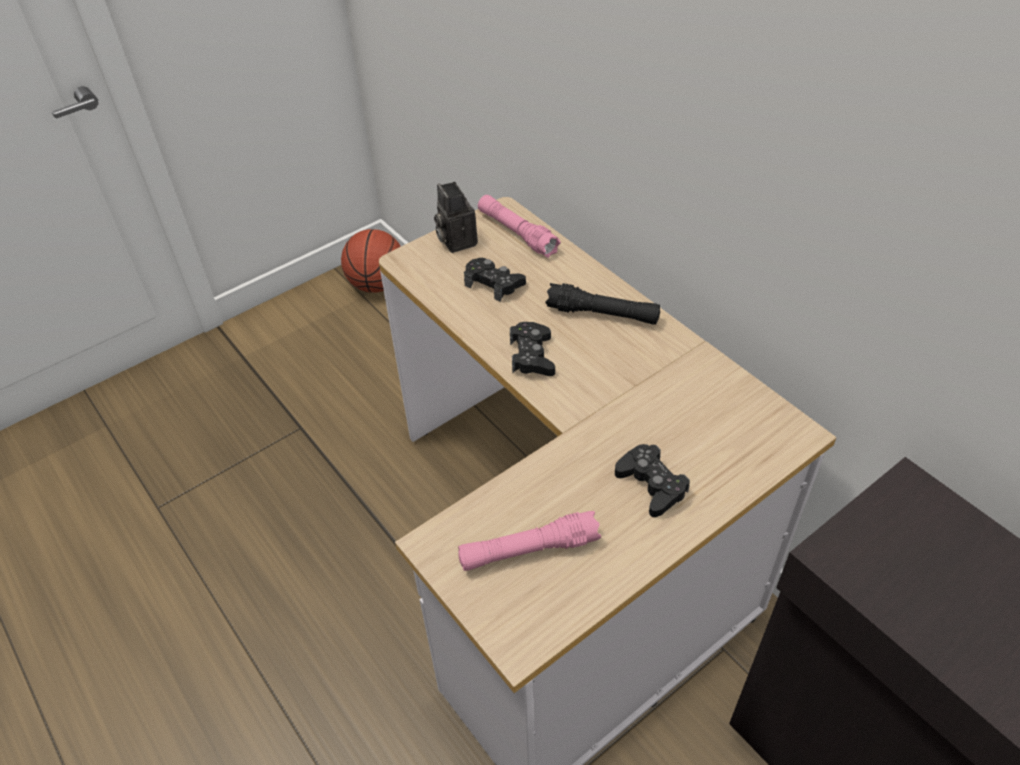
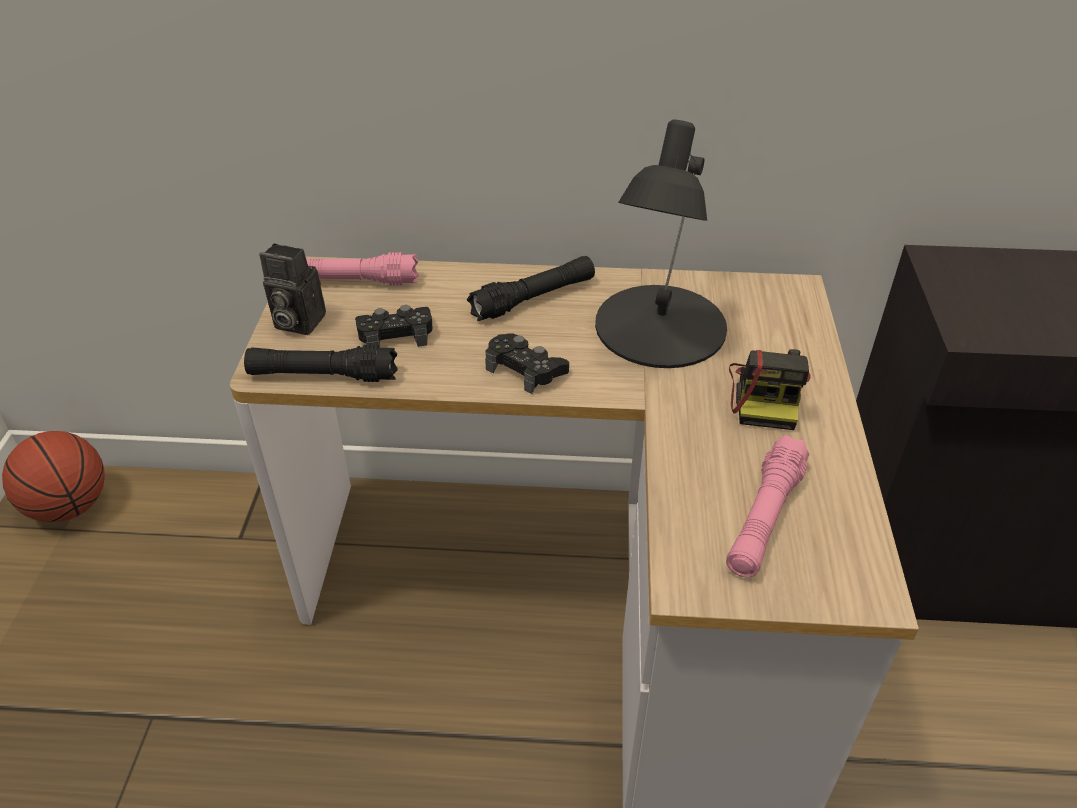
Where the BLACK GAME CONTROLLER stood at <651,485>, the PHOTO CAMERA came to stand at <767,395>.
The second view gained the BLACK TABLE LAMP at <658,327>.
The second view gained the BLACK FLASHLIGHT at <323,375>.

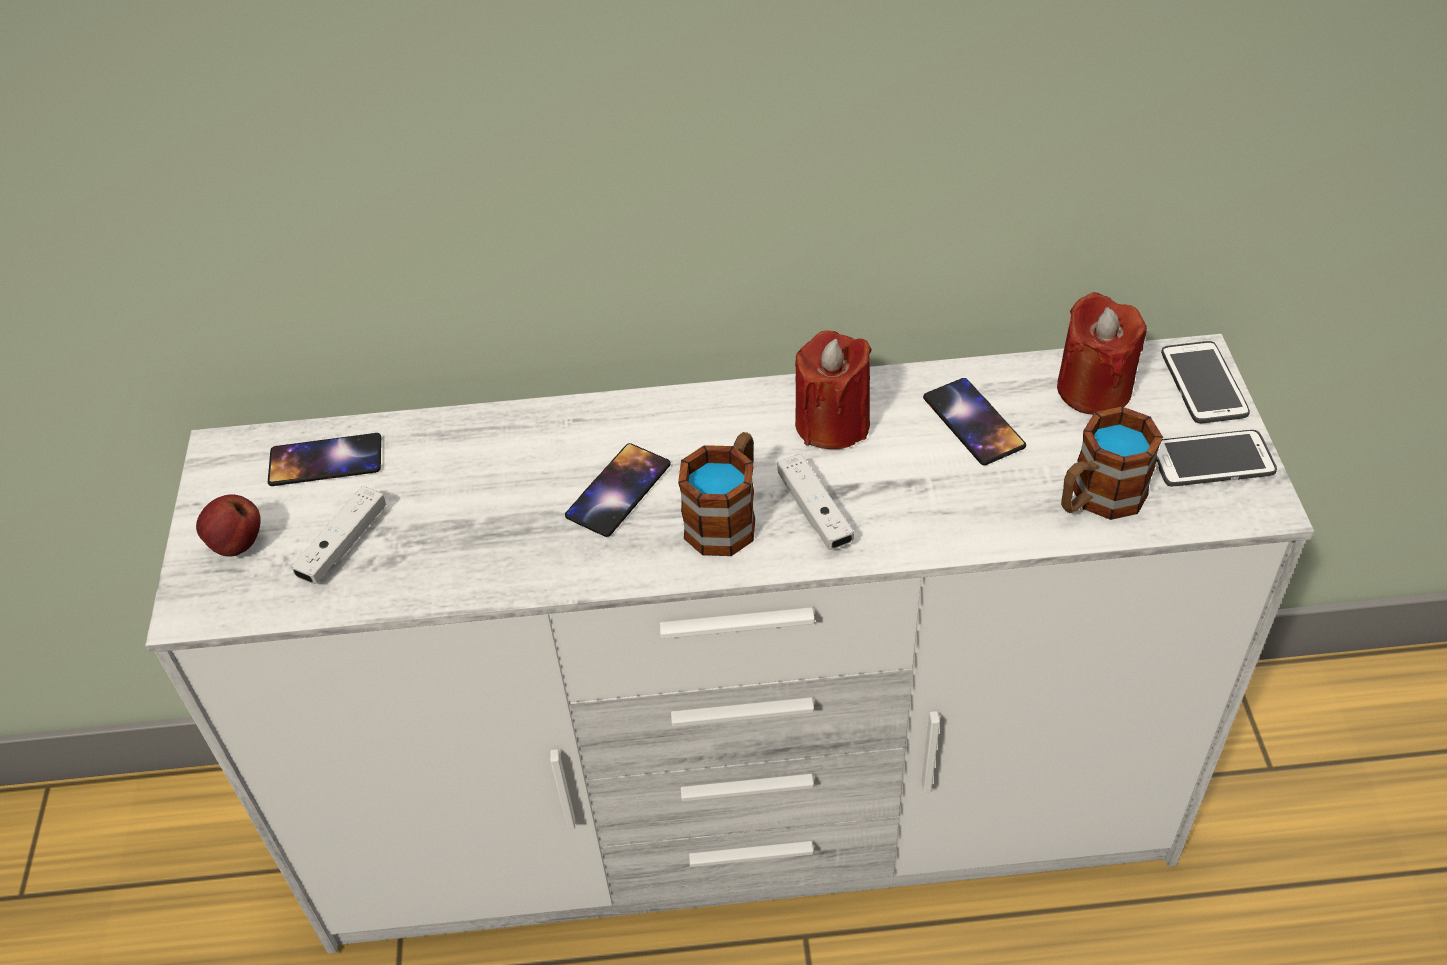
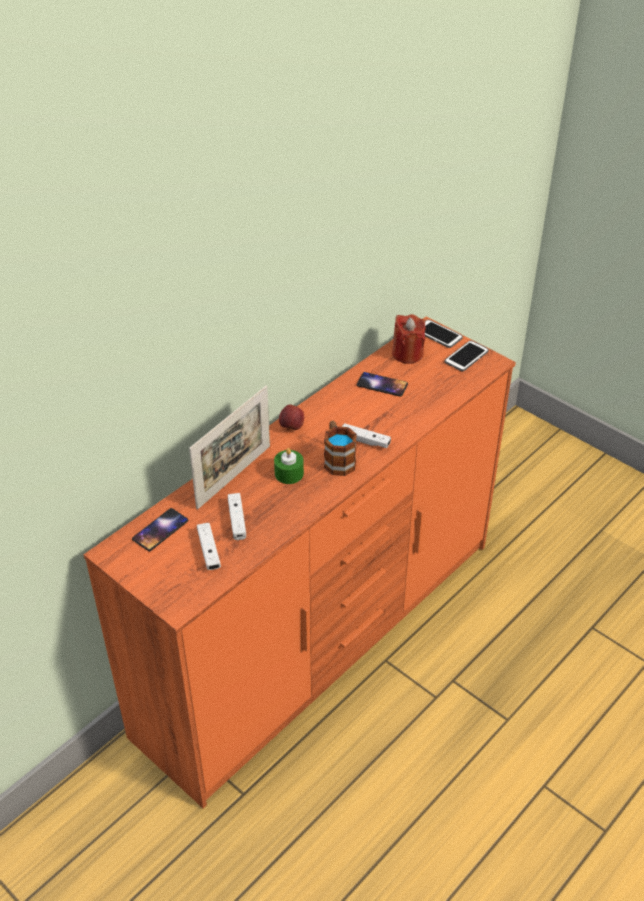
The second view lost the RED CANDLE at <832,423>.
What was the WHITE DRESSER at <748,819> turned into the ORANGE DRESSER at <322,636>.
The second view lost the MUG at <1097,499>.
Where the PHONE stood at <618,490>, the GREEN CANDLE came to stand at <289,473>.
The APPLE ended up elsewhere, having gone from <237,545> to <291,427>.
The second view gained the PICTURE FRAME at <234,476>.
The second view gained the WHITE GAME CONTROLLER at <237,520>.

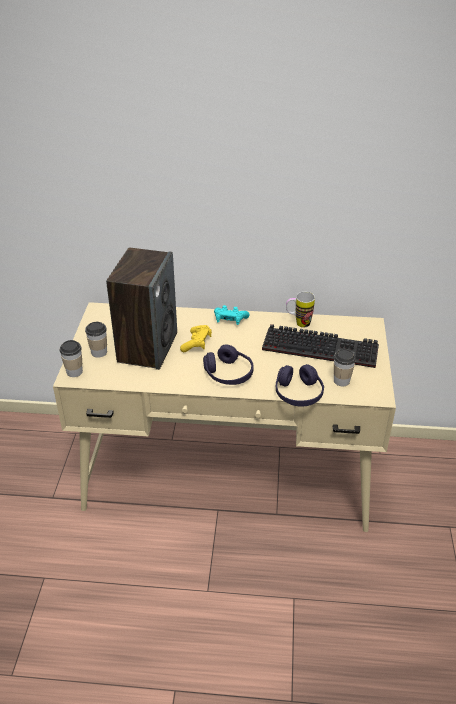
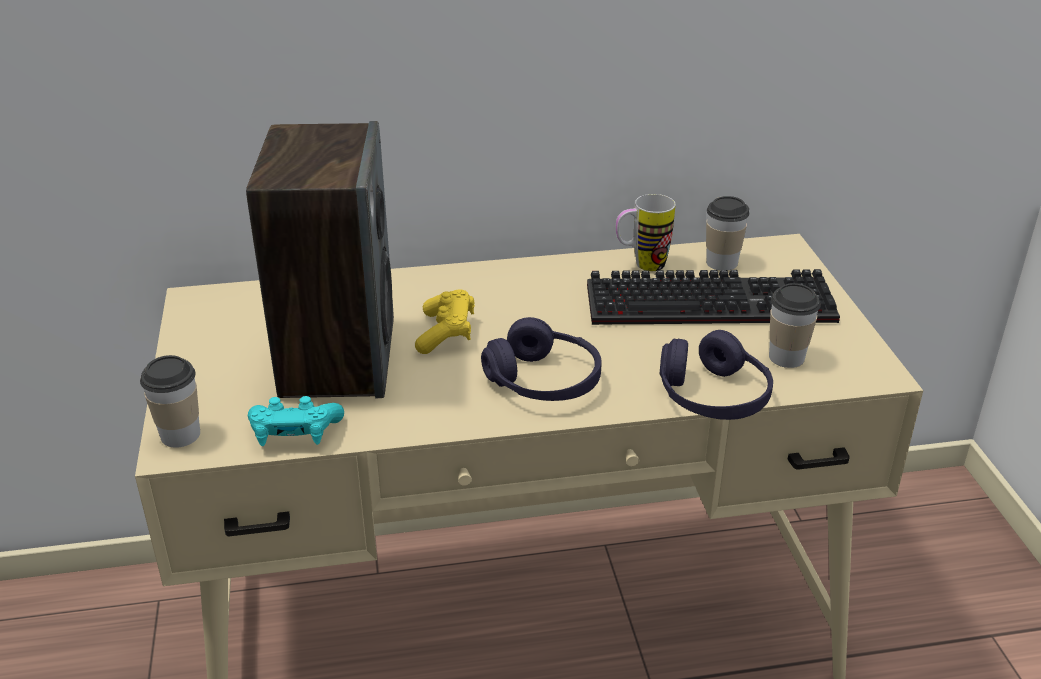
The TURQUOISE GAME CONTROLLER ended up elsewhere, having gone from <230,320> to <294,434>.
The CUP ended up elsewhere, having gone from <99,352> to <722,262>.

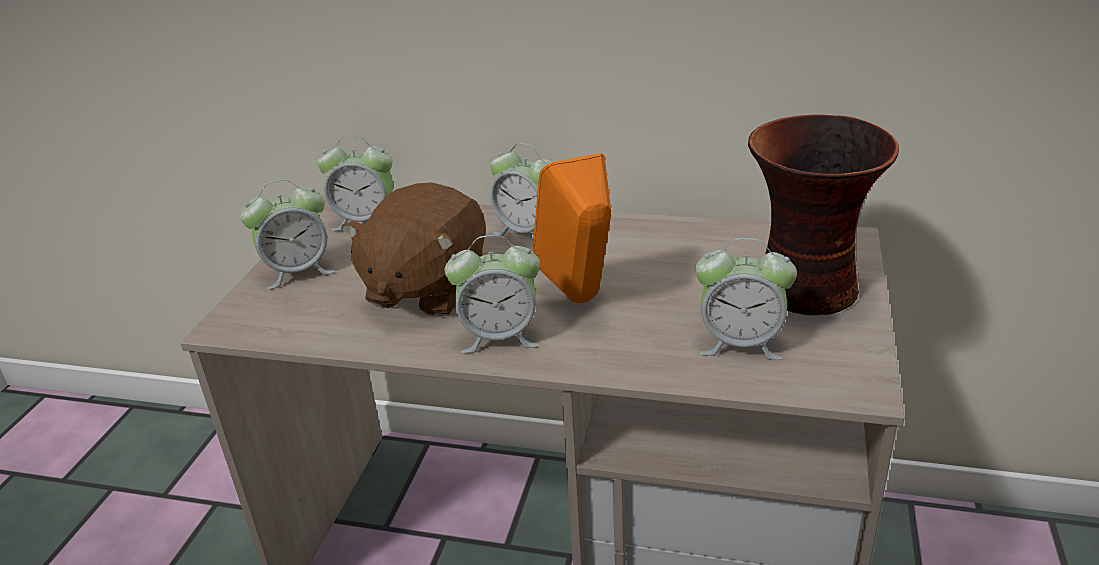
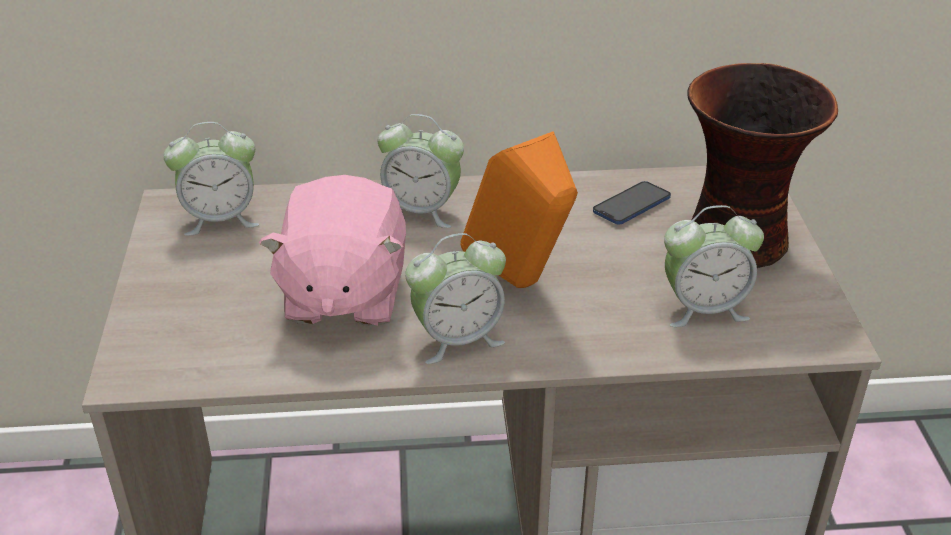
The second view lost the ALARM CLOCK at <298,272>.
What was the BROWN PLUSH TOY at <425,289> turned into the PINK PLUSH TOY at <343,294>.
The second view gained the PHONE at <631,205>.

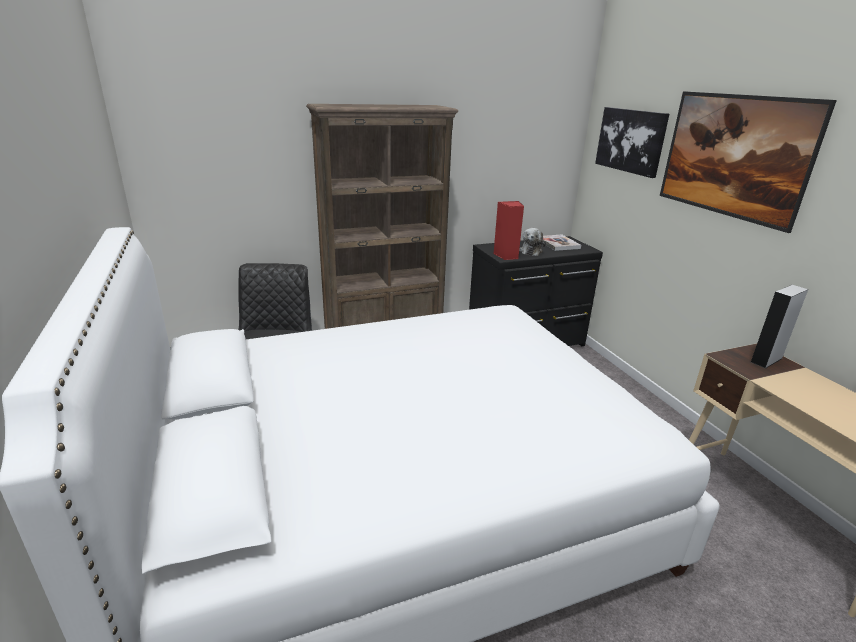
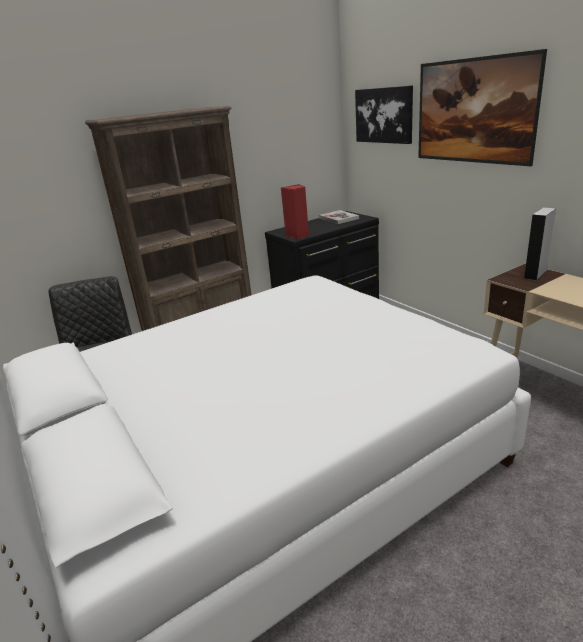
The second view lost the PLUSH TOY at <531,251>.

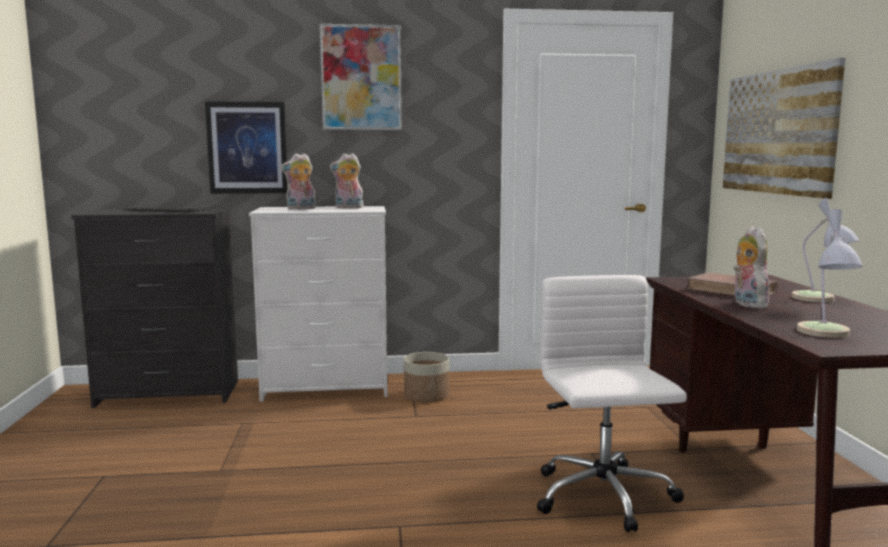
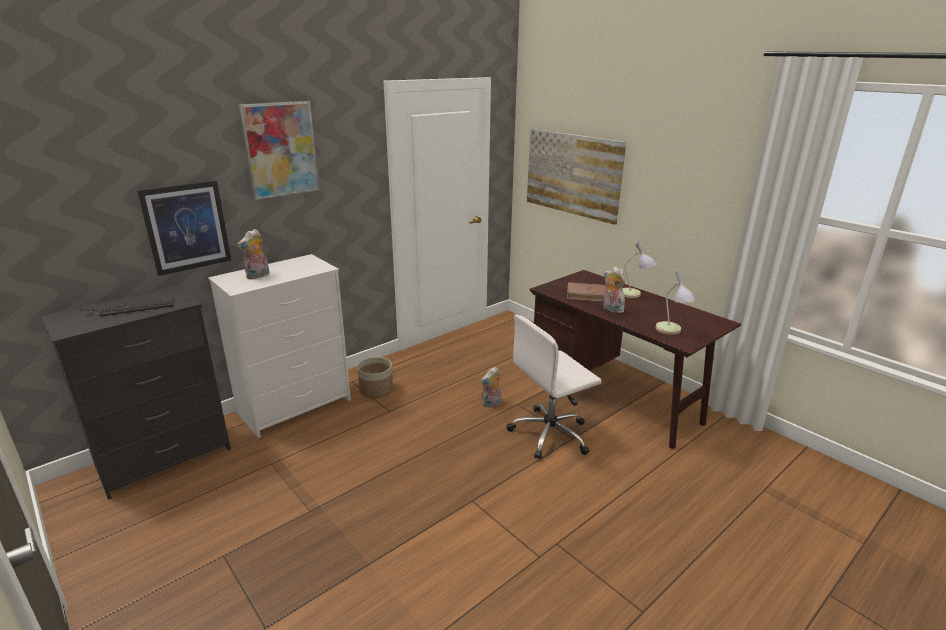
The PLUSH TOY ended up elsewhere, having gone from <348,208> to <491,404>.
The WHITE OFFICE CHAIR at <604,497> ended up facing another way, 75 degrees counterclockwise from before.

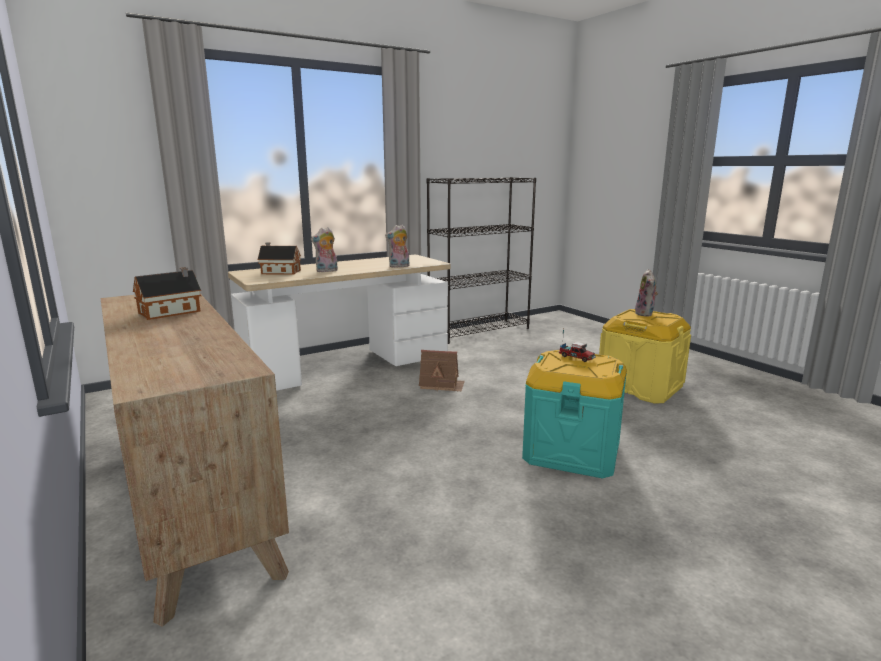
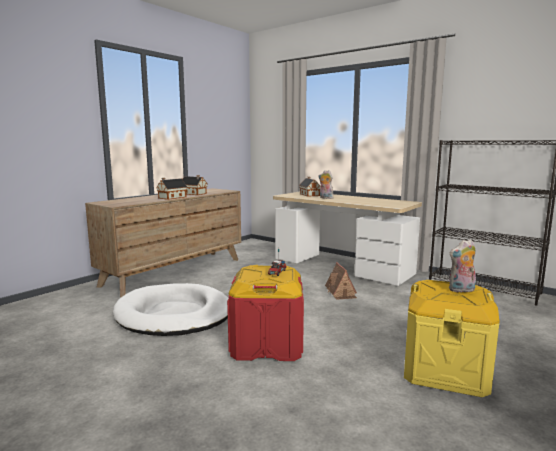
The second view lost the PLUSH TOY at <399,266>.
What was the TURQUOISE STORAGE BOX at <571,451> turned into the RED STORAGE BOX at <267,344>.
The second view gained the TOY HOUSE at <171,197>.
The second view gained the WHITE DOG BED at <174,314>.

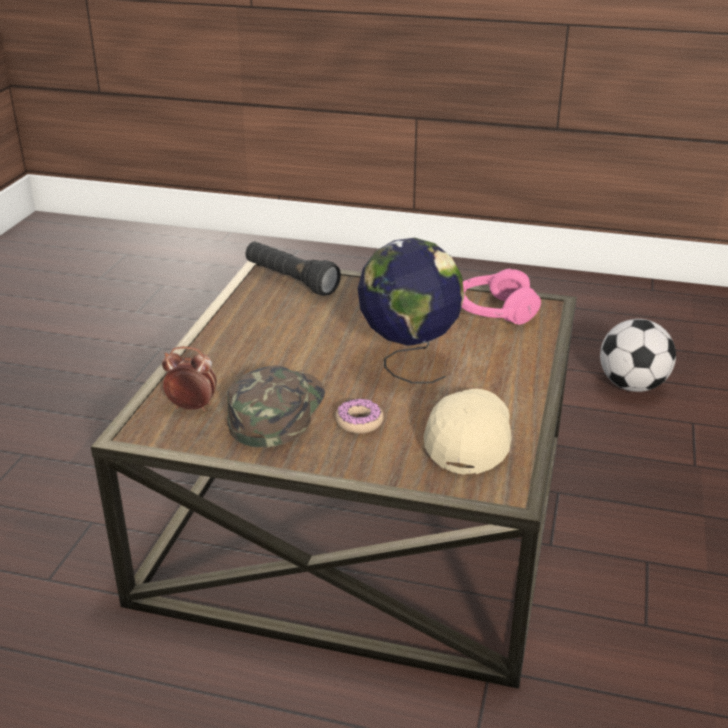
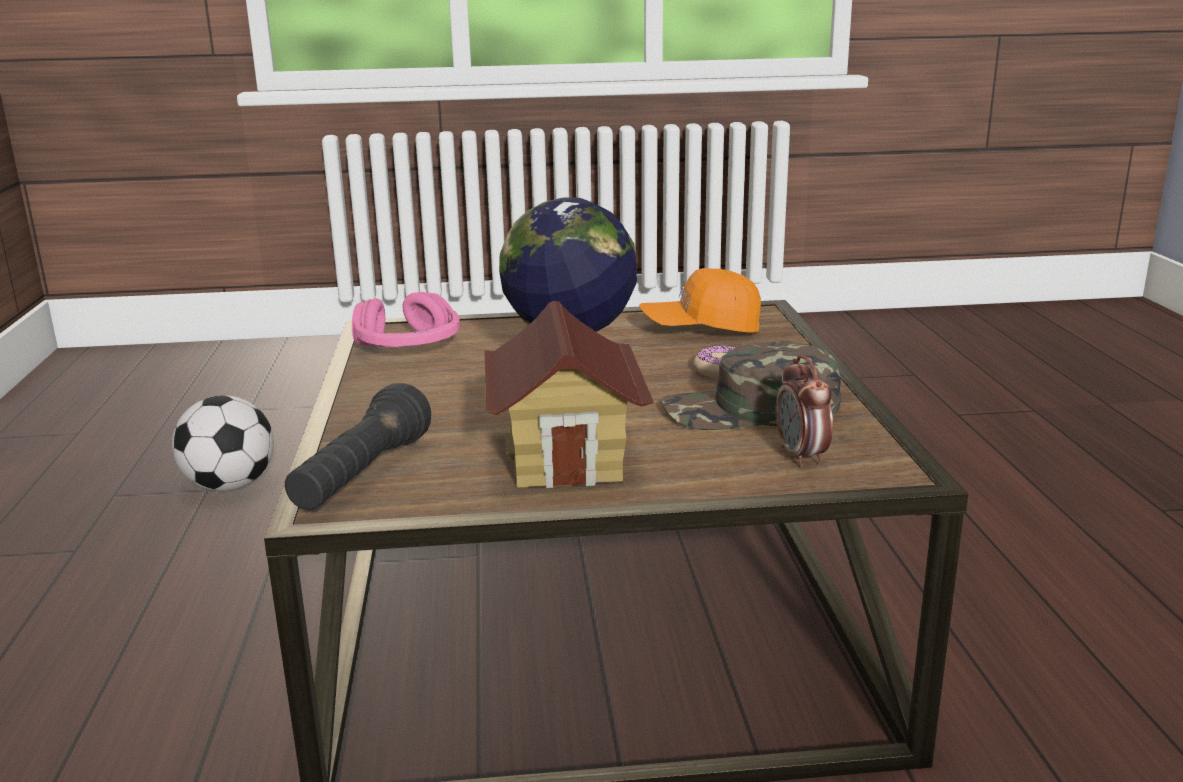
What was the BEIGE CAP at <469,441> turned into the ORANGE CAP at <701,329>.
The second view gained the TOY HOUSE at <566,458>.

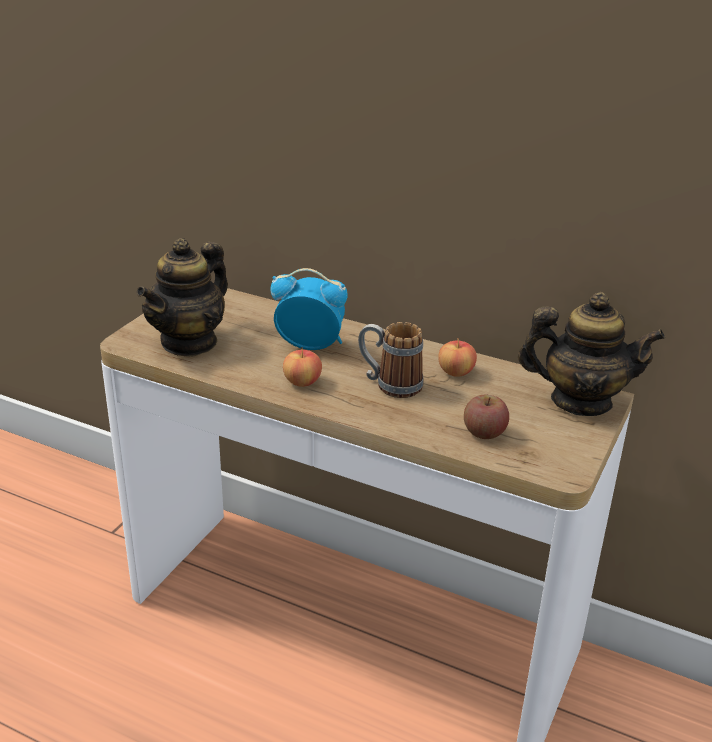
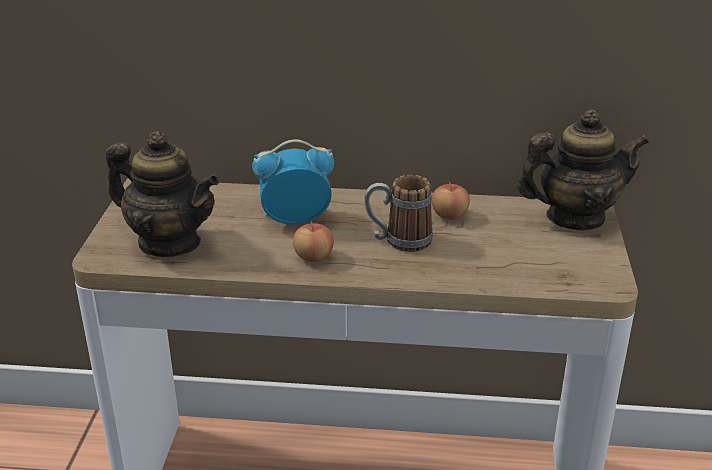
The TEAPOT at <189,342> ended up facing another way, 75 degrees counterclockwise from before.
The second view lost the APPLE at <484,432>.

